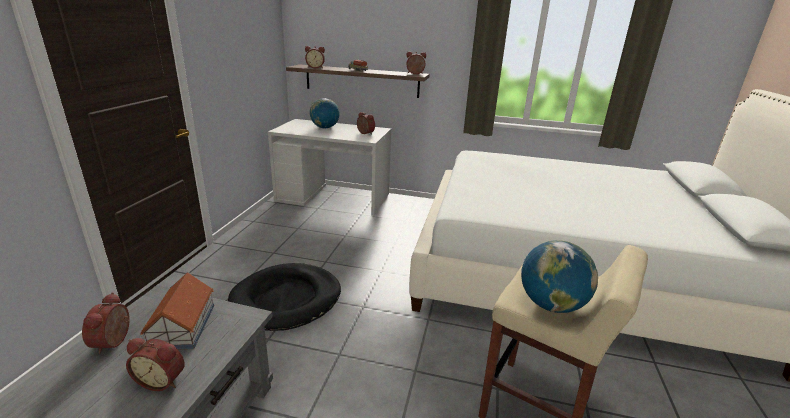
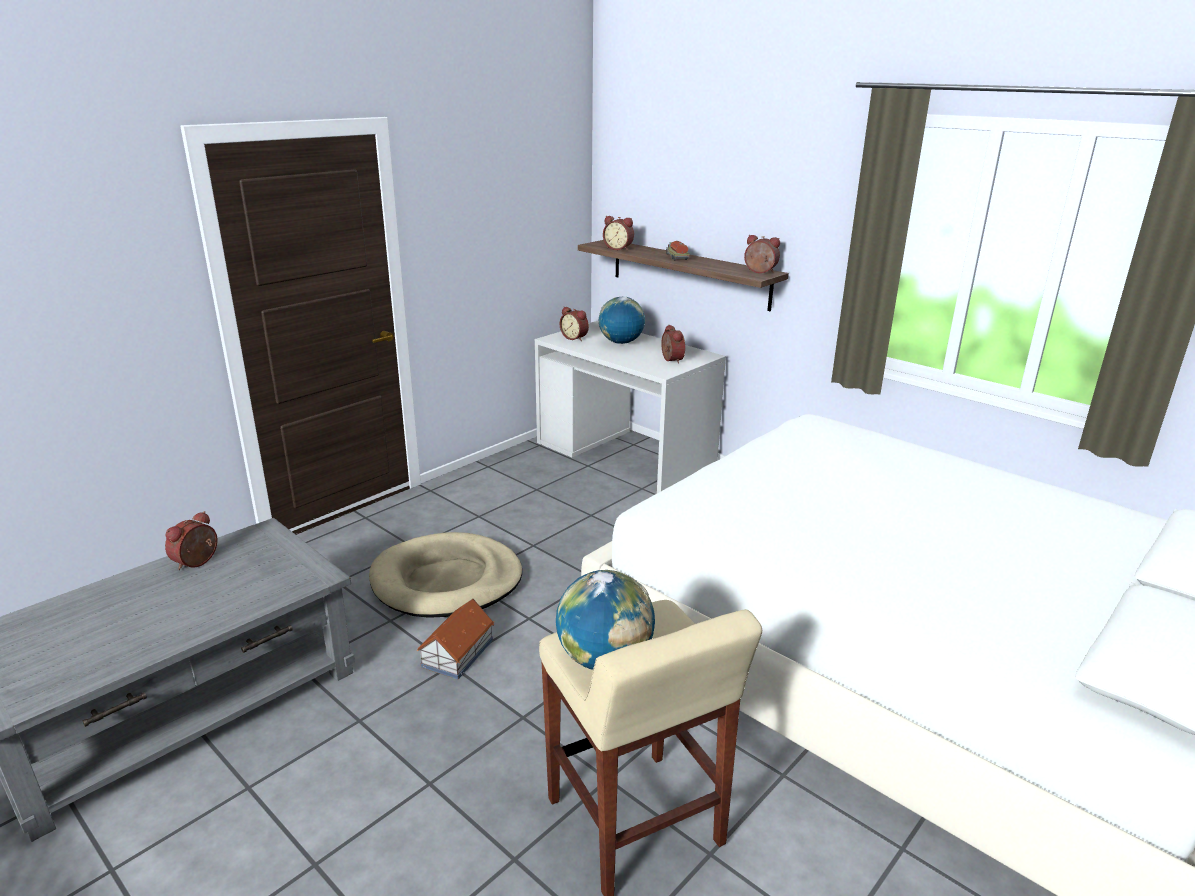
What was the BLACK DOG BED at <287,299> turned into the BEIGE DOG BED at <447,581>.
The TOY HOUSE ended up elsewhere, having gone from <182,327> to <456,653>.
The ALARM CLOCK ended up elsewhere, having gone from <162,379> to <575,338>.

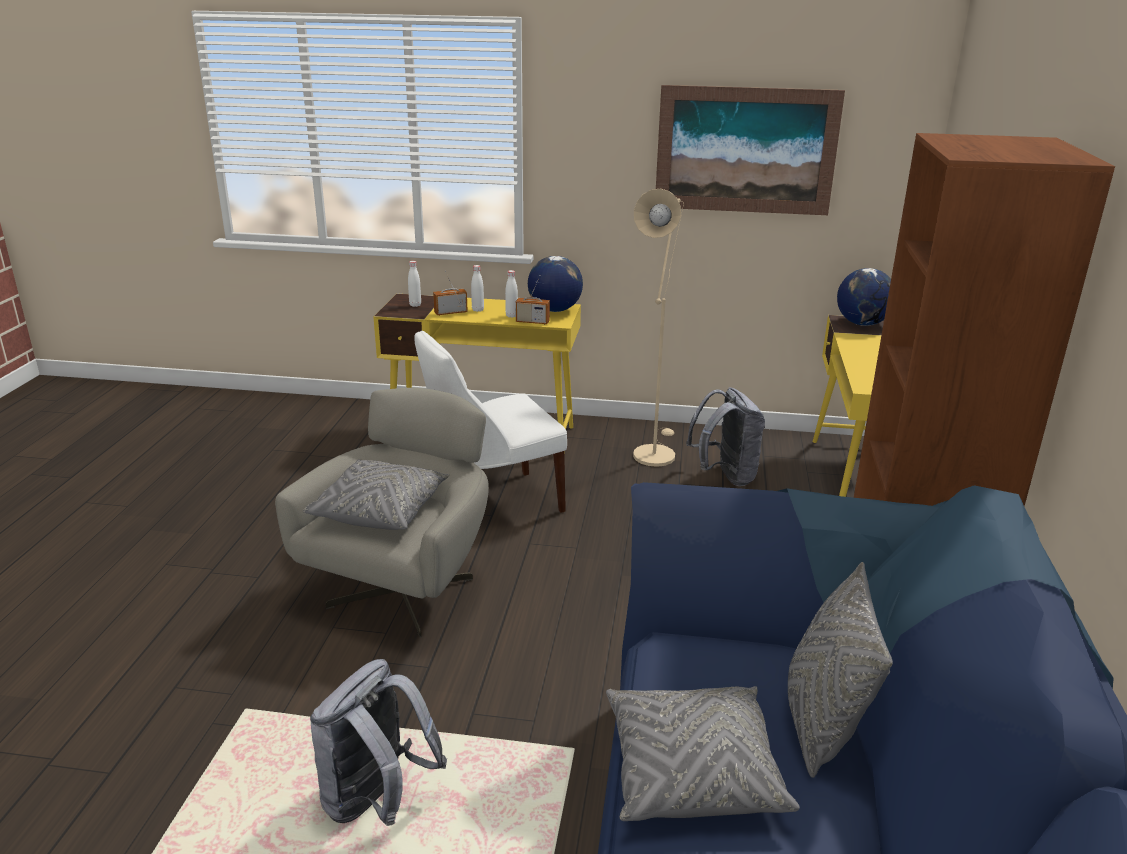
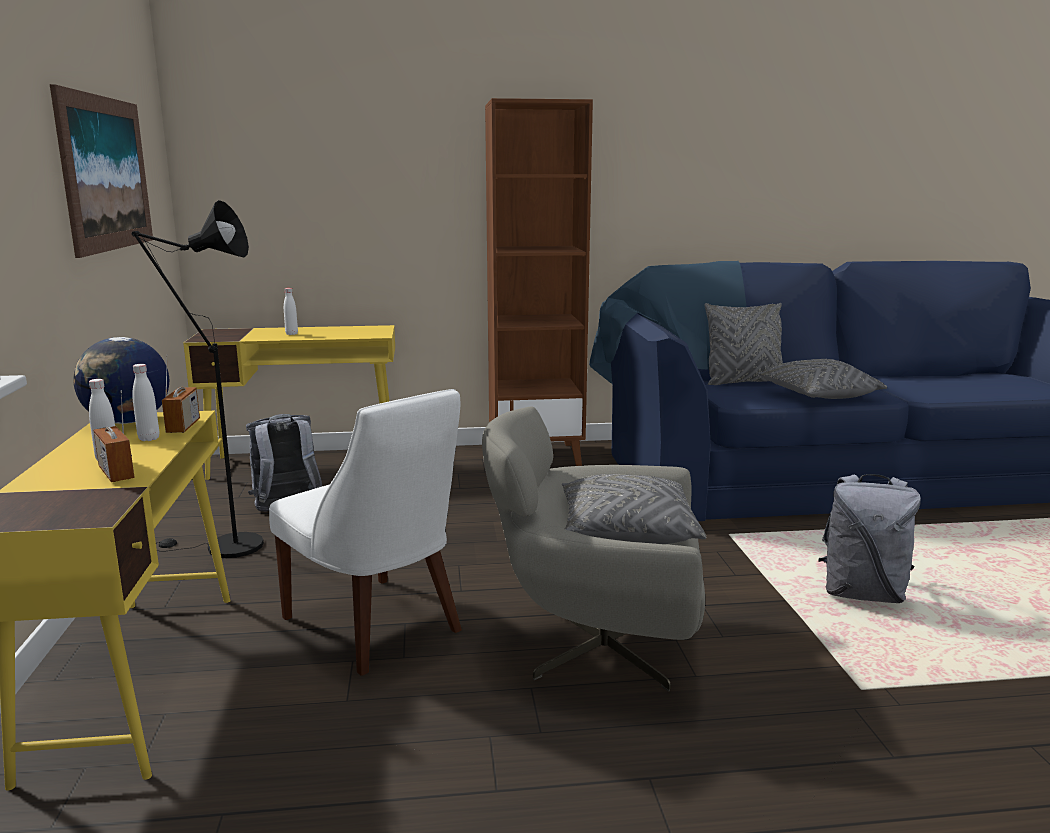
What was the BEIGE FLOOR LAMP at <654,452> turned into the BLACK FLOOR LAMP at <224,547>.
The WHITE BOTTLE ended up elsewhere, having gone from <415,305> to <291,334>.
The second view lost the GLOBE at <862,323>.

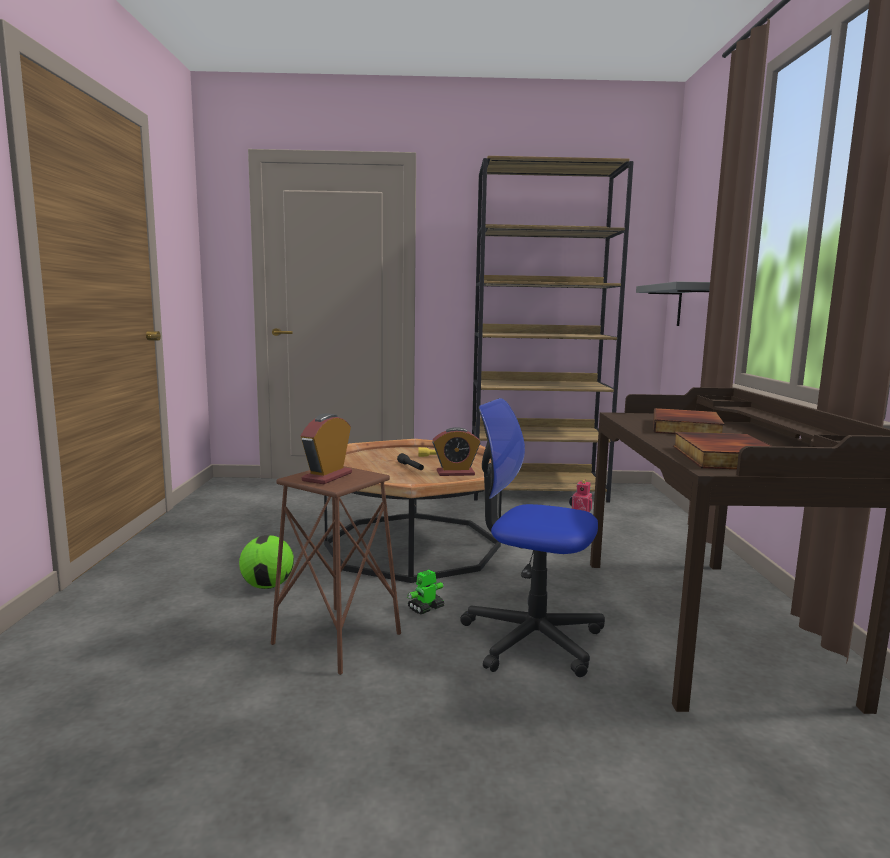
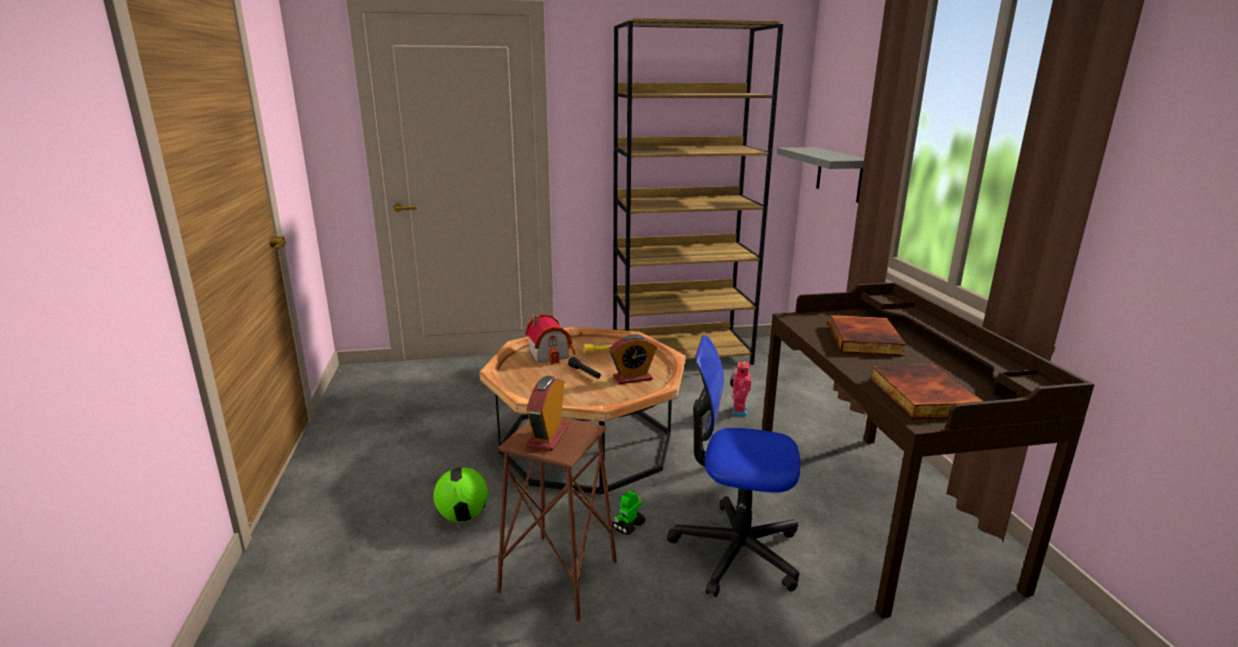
The second view gained the TOY HOUSE at <551,353>.

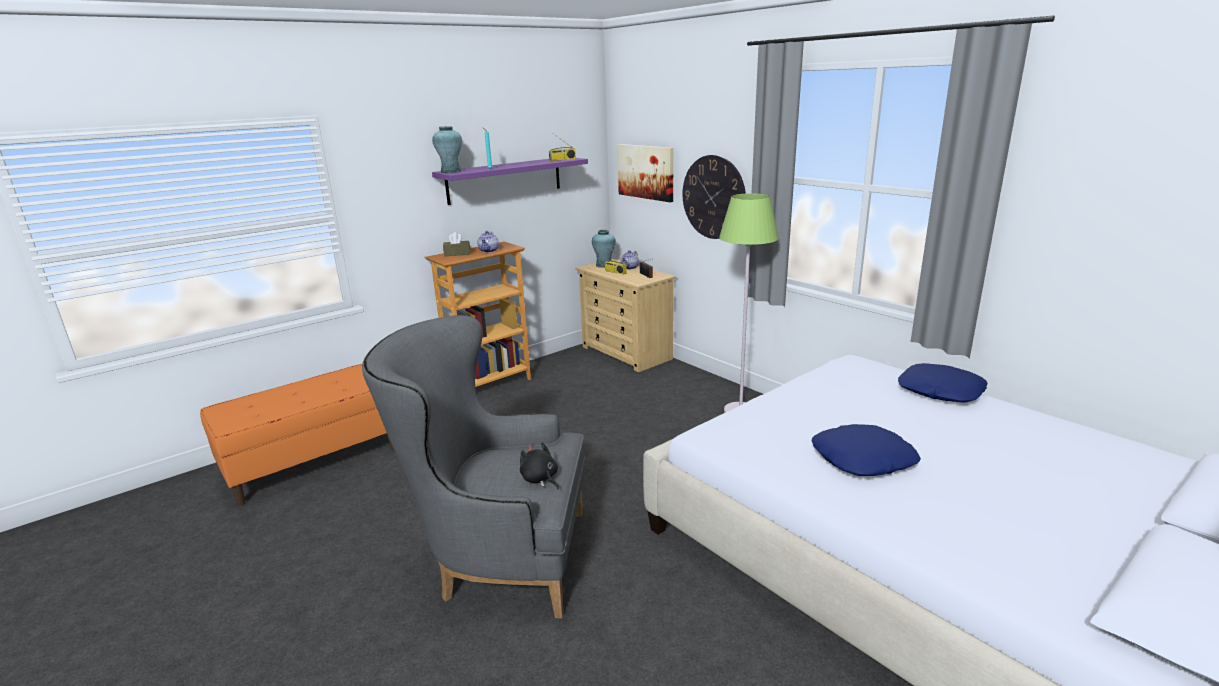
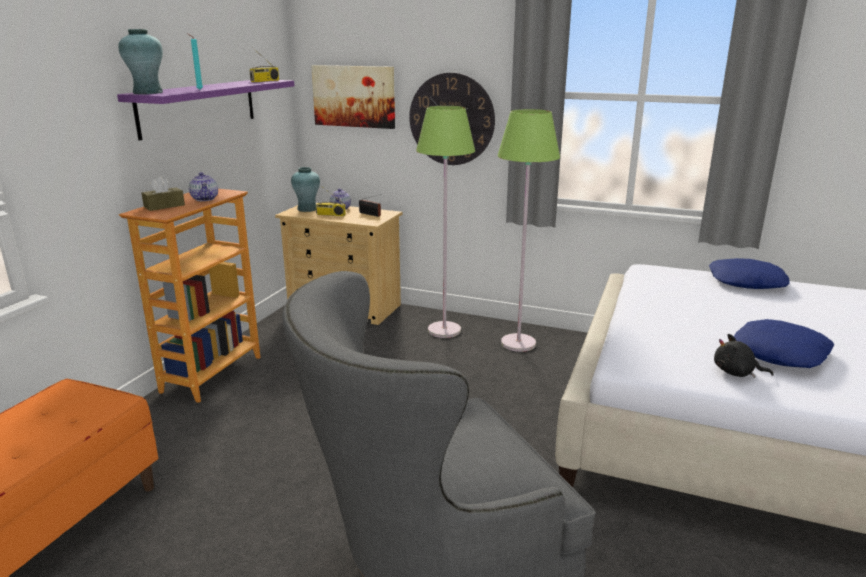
The BLACK PLUSH TOY ended up elsewhere, having gone from <540,479> to <736,373>.
The second view gained the GREEN FLOOR LAMP at <444,330>.

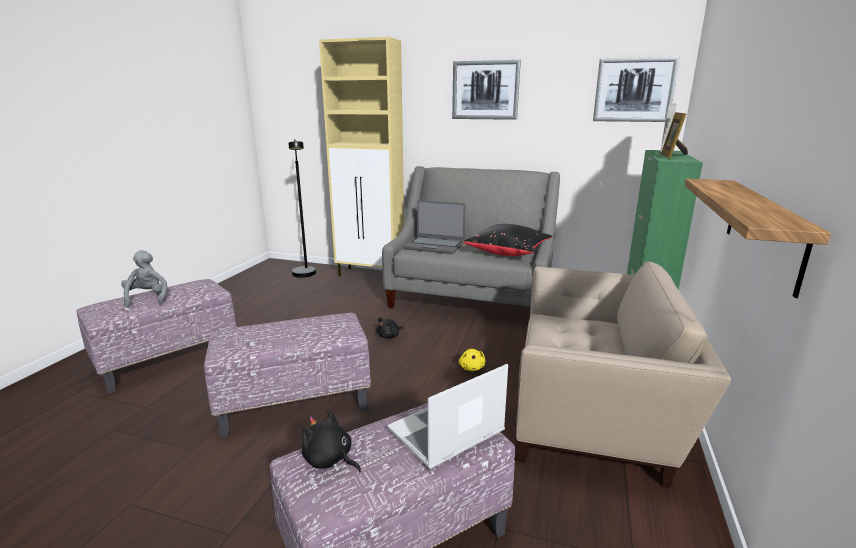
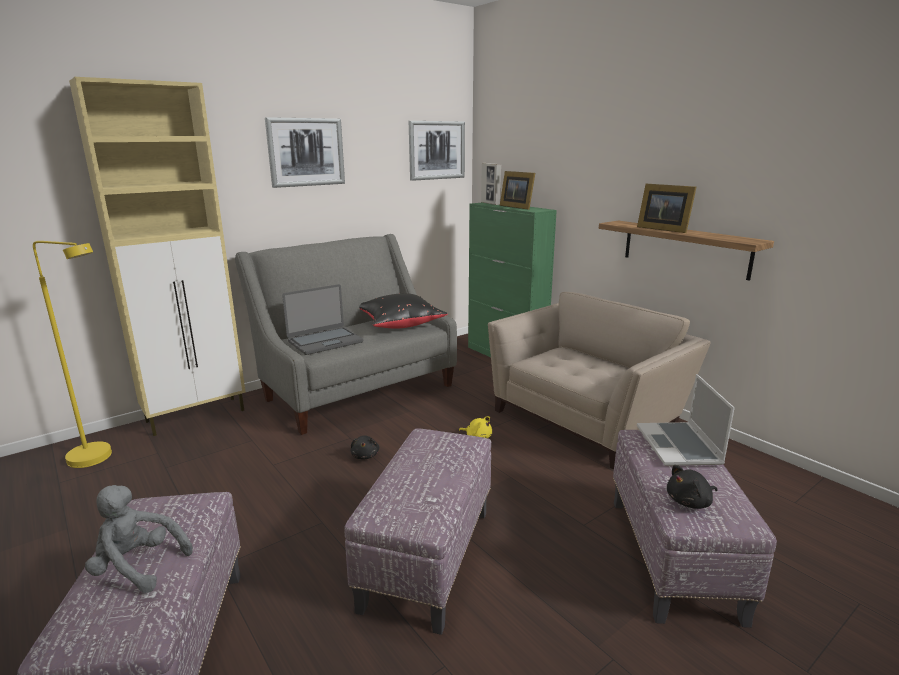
What was the BLACK FLOOR LAMP at <305,275> turned into the YELLOW FLOOR LAMP at <99,458>.
The second view gained the PICTURE FRAME at <662,229>.

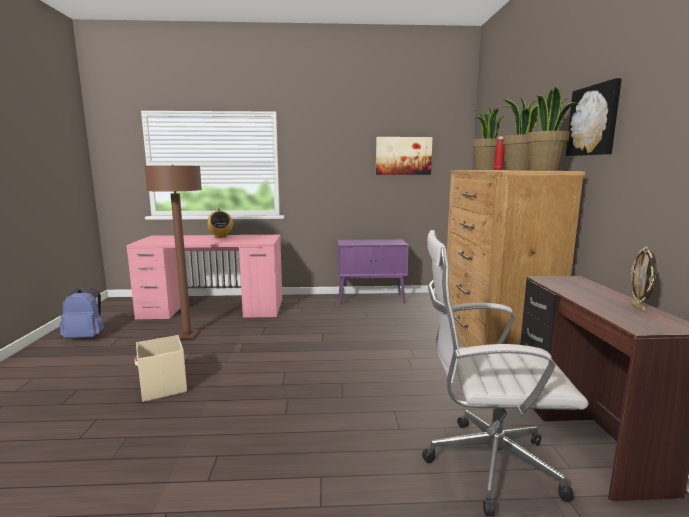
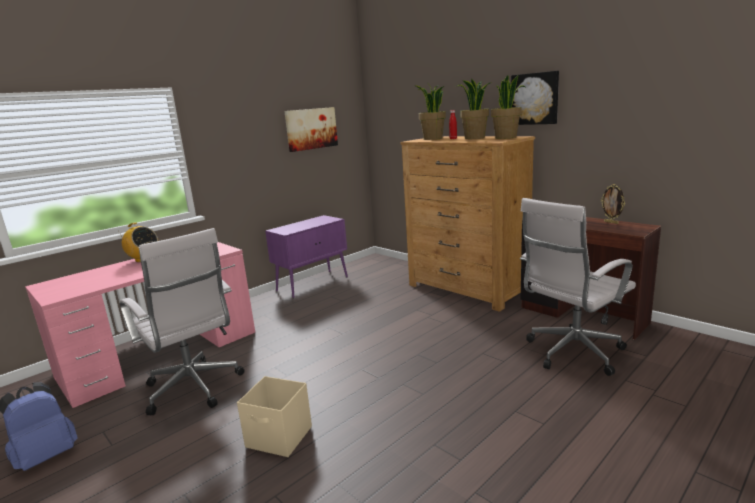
Where the BROWN FLOOR LAMP stood at <187,336>, the WHITE OFFICE CHAIR came to stand at <195,390>.

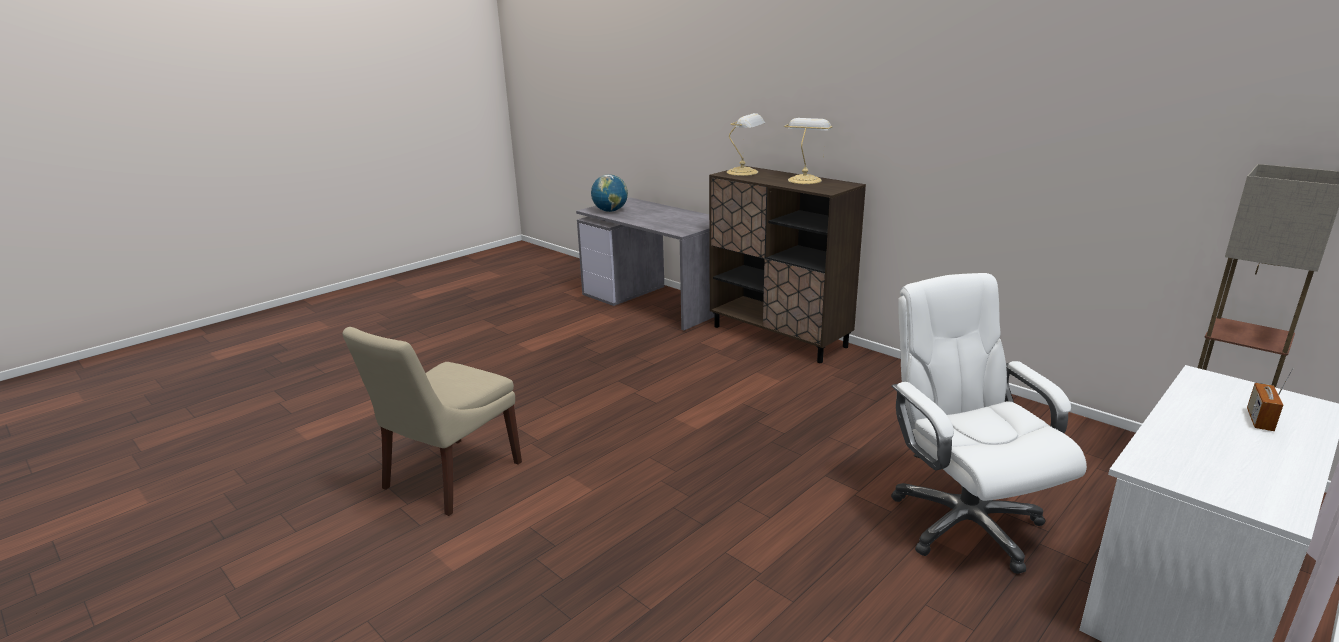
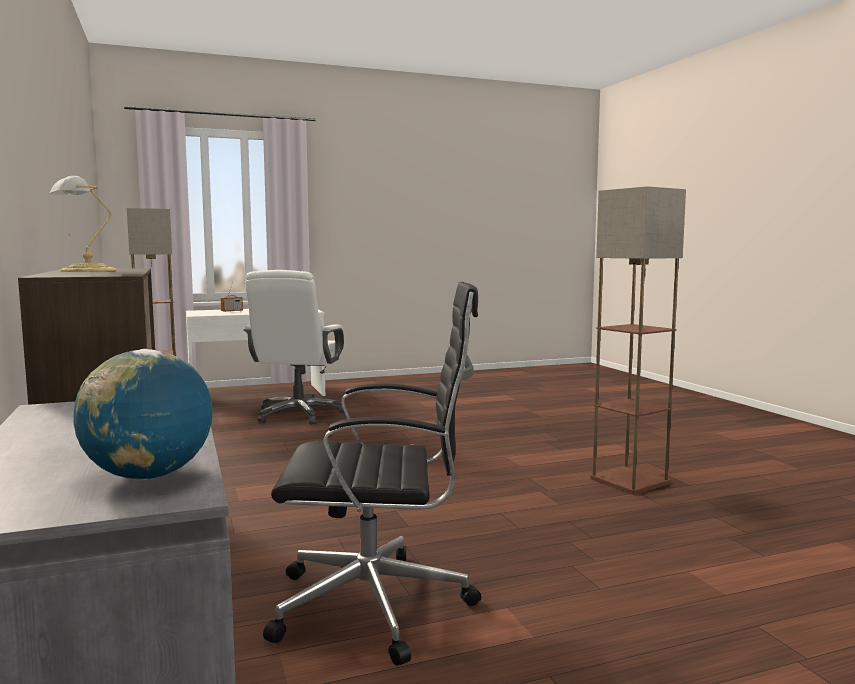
The second view lost the TABLE LAMP at <744,172>.
Where the BEIGE CHAIR stood at <449,478>, the FLOOR LAMP came to stand at <631,481>.
The second view gained the BLACK OFFICE CHAIR at <378,605>.

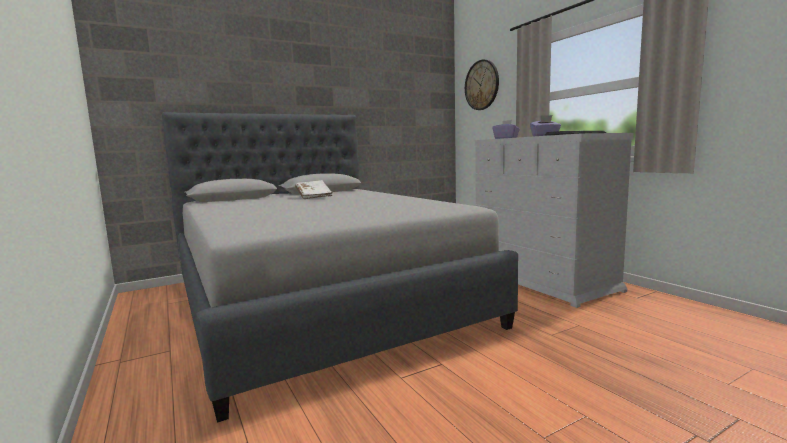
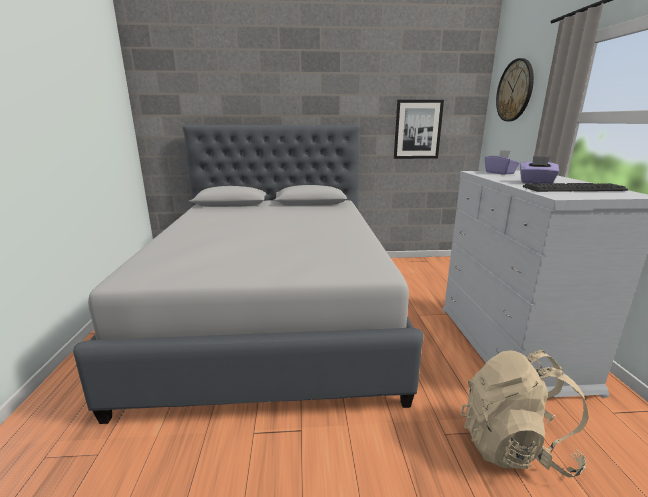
The second view lost the WHITE BOOK at <314,196>.
The second view gained the PICTURE at <417,129>.
The second view gained the BEIGE BACKPACK at <514,446>.

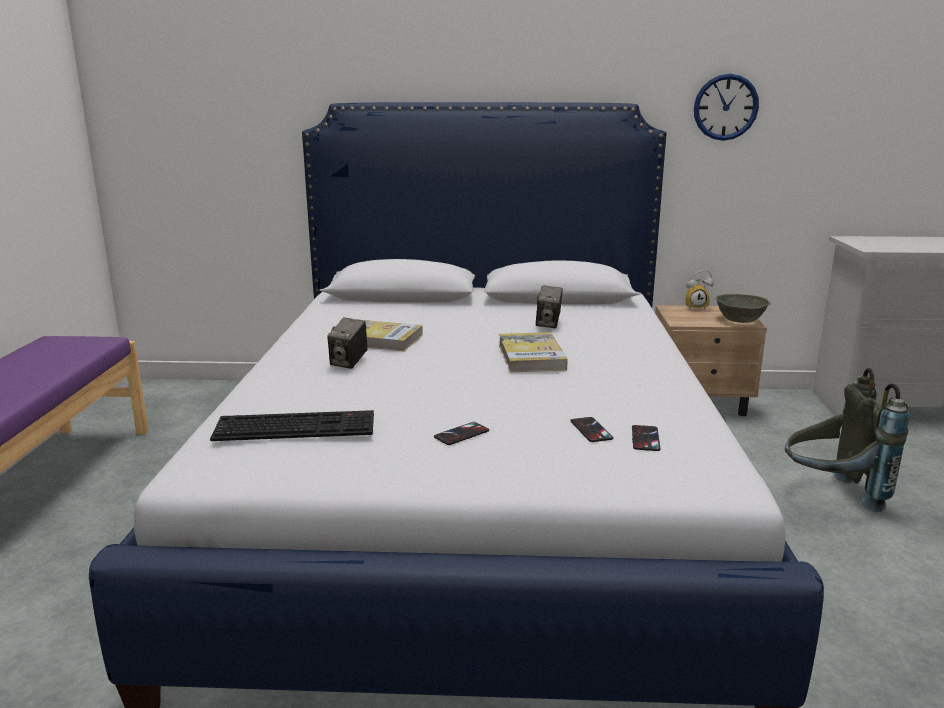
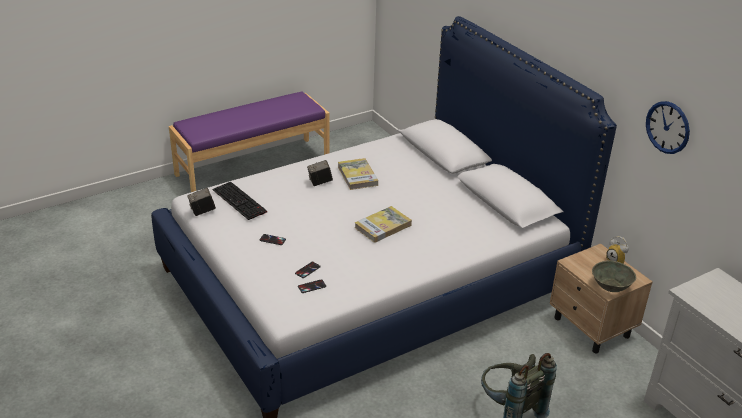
The PHOTO CAMERA ended up elsewhere, having gone from <548,324> to <202,211>.

